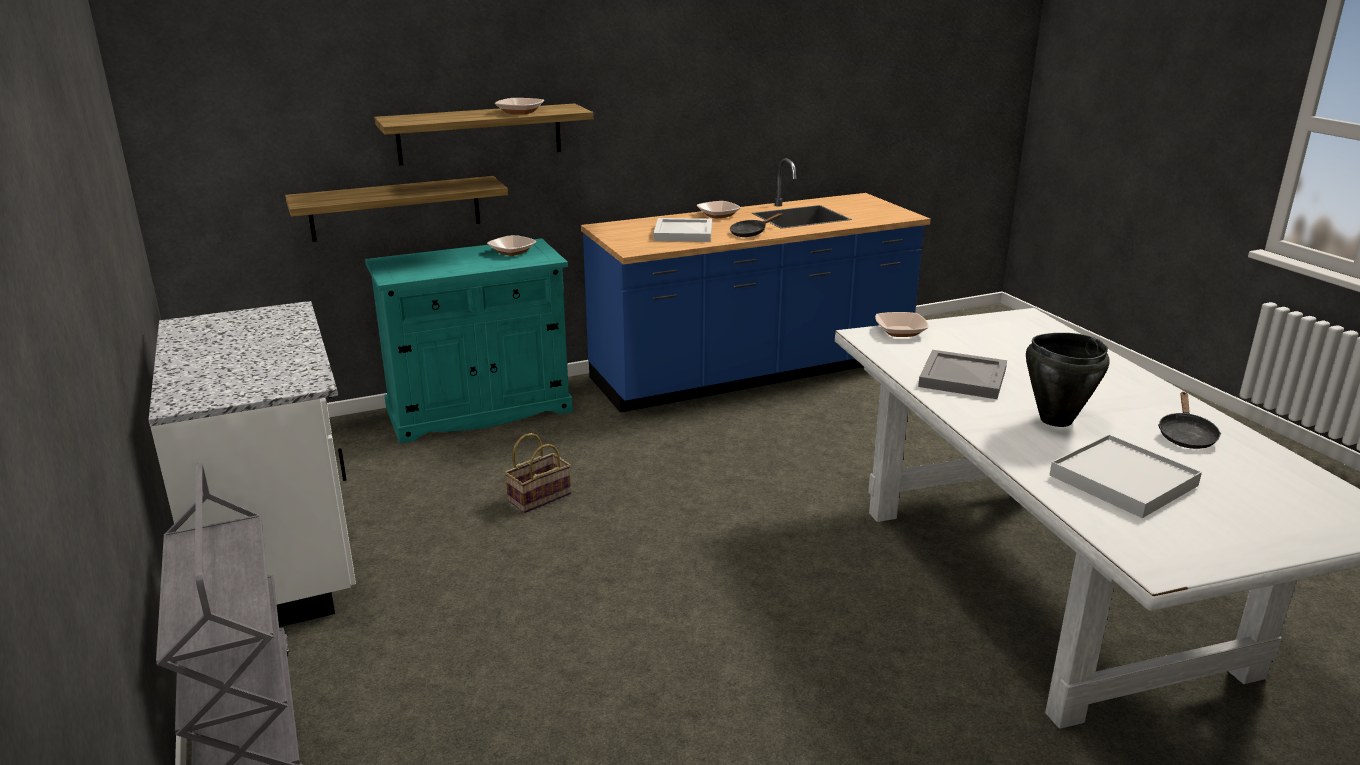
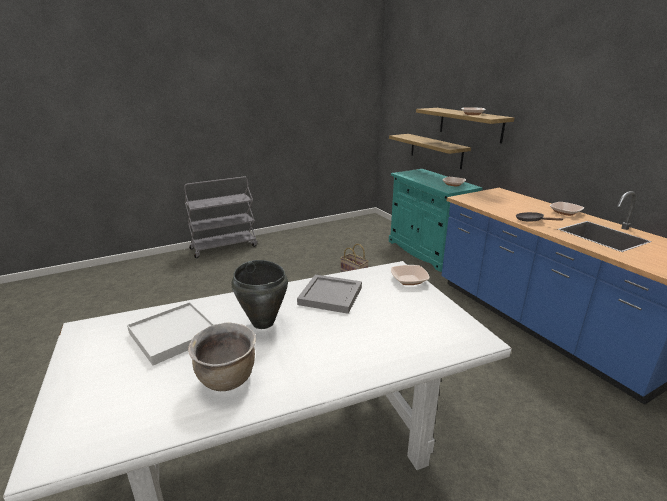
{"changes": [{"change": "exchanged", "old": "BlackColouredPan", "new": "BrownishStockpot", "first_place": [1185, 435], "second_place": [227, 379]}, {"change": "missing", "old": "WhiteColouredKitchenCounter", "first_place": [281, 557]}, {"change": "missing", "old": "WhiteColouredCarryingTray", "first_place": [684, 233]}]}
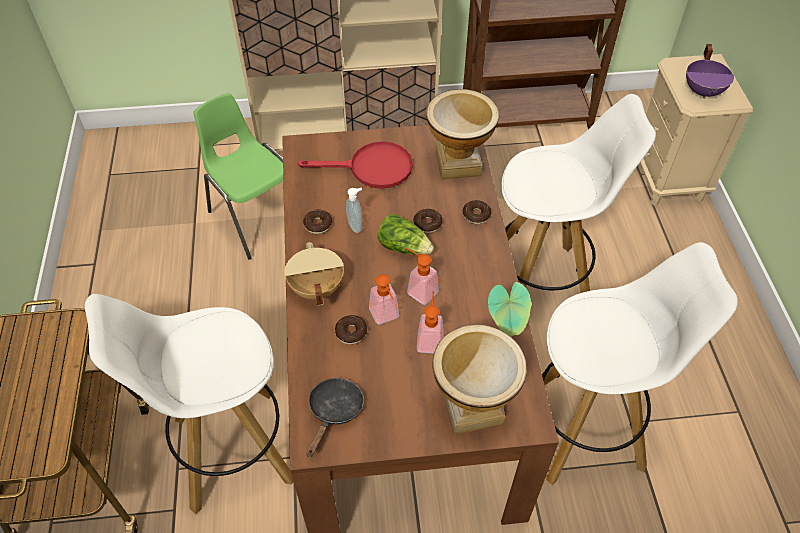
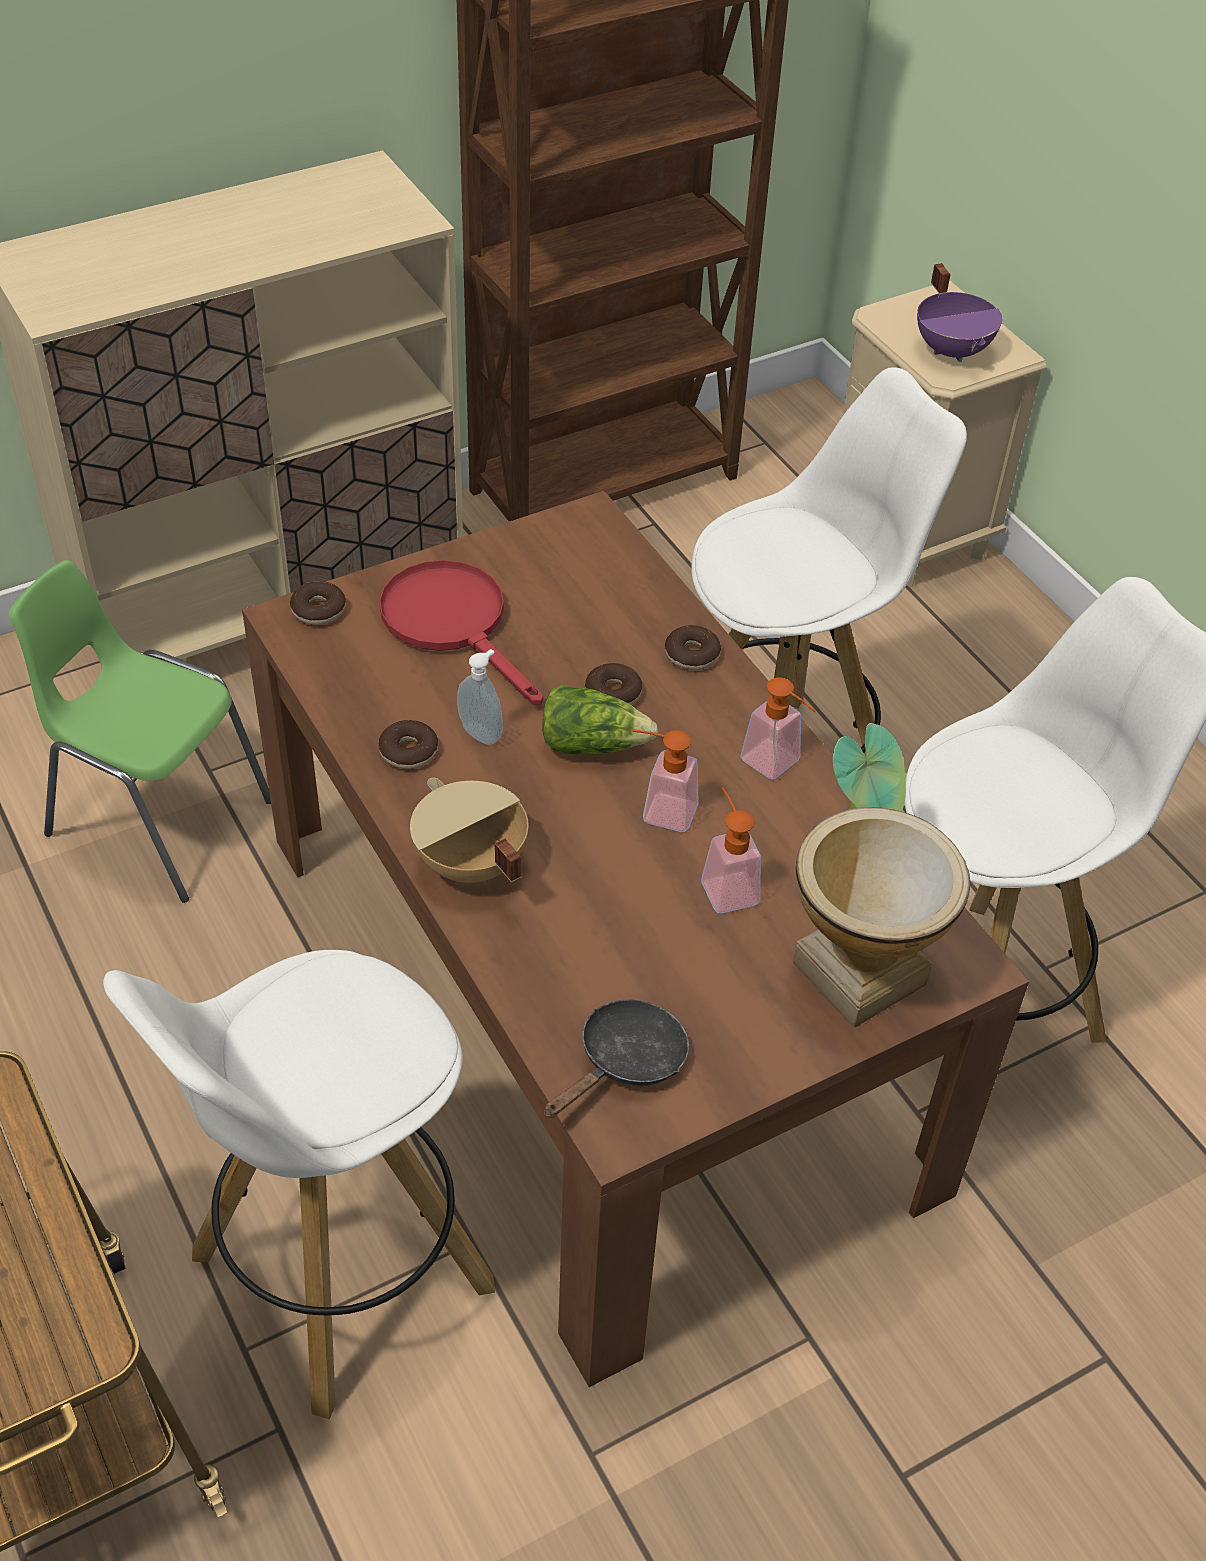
{"changes": [{"change": "relocated", "old": "RingDoughnut", "first_place": [351, 332], "second_place": [318, 610]}, {"change": "spun", "old": "RedColouredPan", "first_place": [371, 169], "second_place": [454, 624], "degrees": -105}, {"change": "spun", "old": "BlackColouredPan", "first_place": [334, 411], "second_place": [625, 1062], "degrees": 45}, {"change": "relocated", "old": "LiquidSoapBottle", "first_place": [386, 317], "second_place": [777, 765]}, {"change": "missing", "old": "Vase", "first_place": [458, 163]}]}
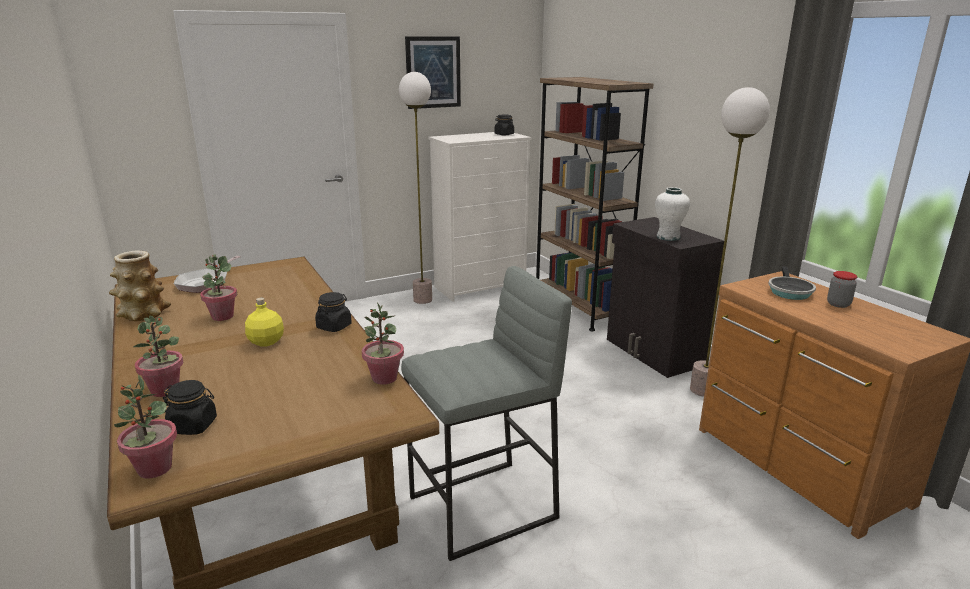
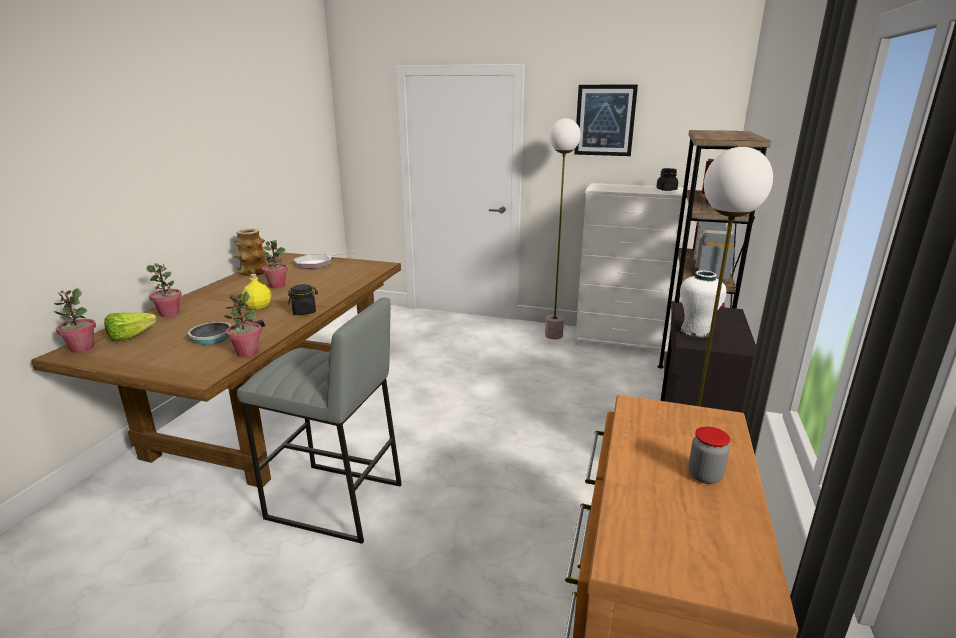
{"changes": [{"change": "exchanged", "old": "BlackColouredStorageJar", "new": "Lettuce", "first_place": [193, 426], "second_place": [135, 336]}, {"change": "relocated", "old": "Pan", "first_place": [789, 291], "second_place": [216, 337]}]}
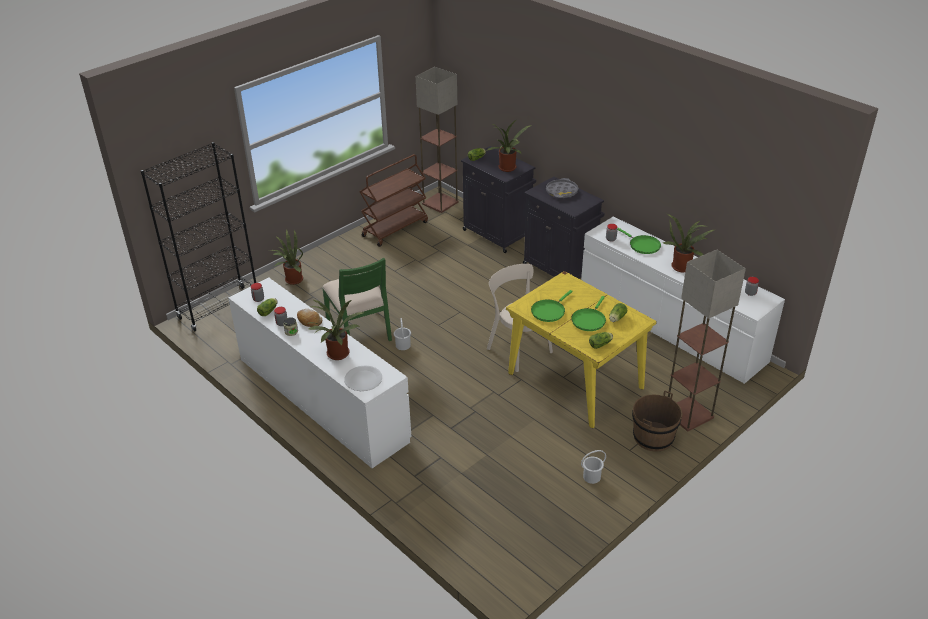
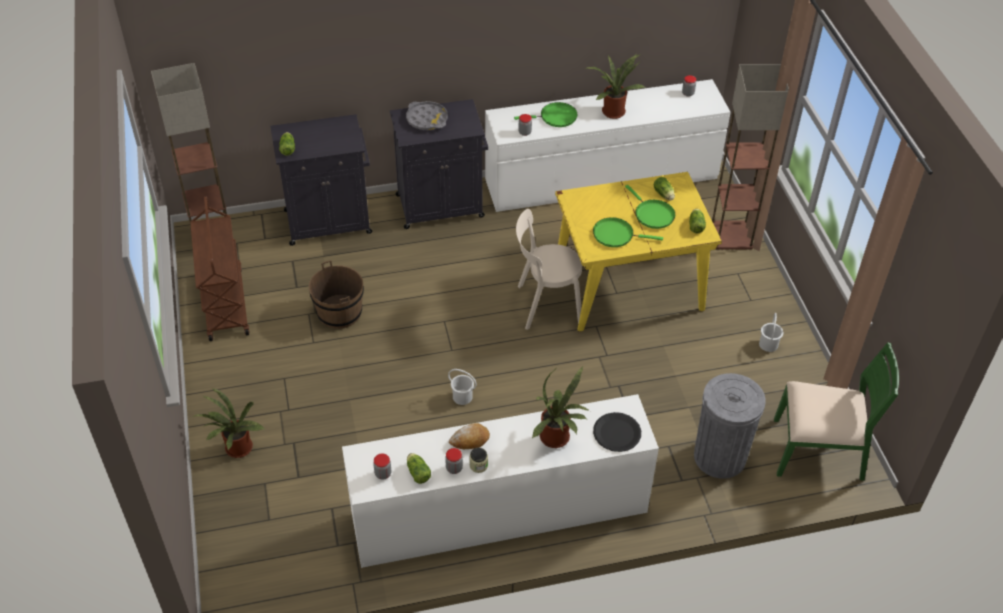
{"changes": [{"change": "relocated", "old": "BrownishPail", "first_place": [653, 437], "second_place": [339, 312]}, {"change": "spun", "old": "GreenPan", "first_place": [549, 311], "second_place": [616, 235], "degrees": 120}, {"change": "colour", "old": "WhiteColouredFlatDish", "new": "BlackColouredFlatDish", "first_place": [363, 379], "second_place": [616, 433]}, {"change": "appeared", "new": "GrayTrashCan", "second_place": [719, 456]}, {"change": "relocated", "old": "GreenUprightChair", "first_place": [360, 329], "second_place": [819, 450]}, {"change": "missing", "old": "BlackColouredBookshelf", "first_place": [219, 308]}, {"change": "missing", "old": "PottedPlant", "first_place": [508, 169]}]}
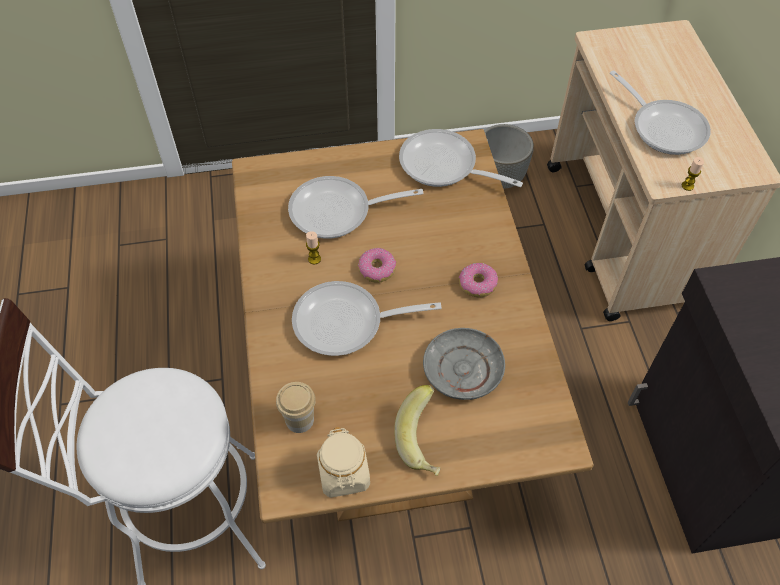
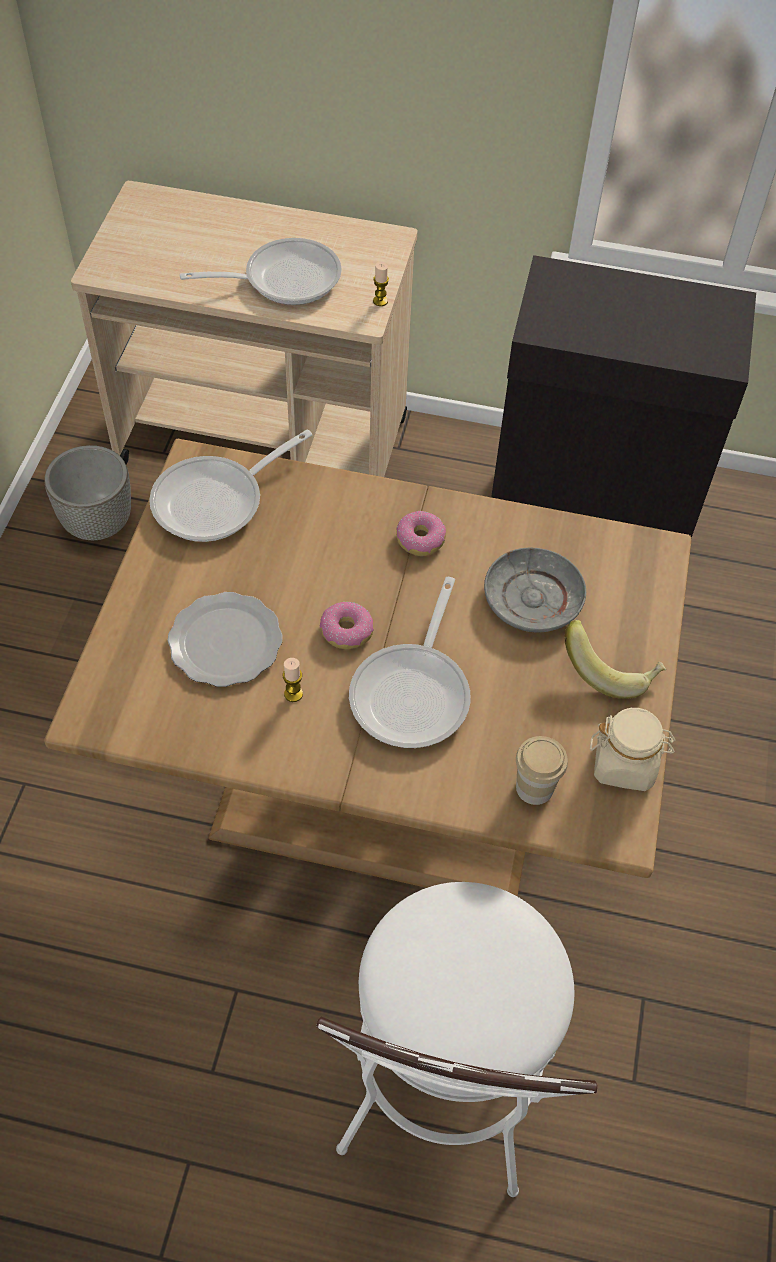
{"changes": [{"change": "exchanged", "old": "Pan", "new": "FlatDish", "first_place": [338, 212], "second_place": [227, 641]}]}
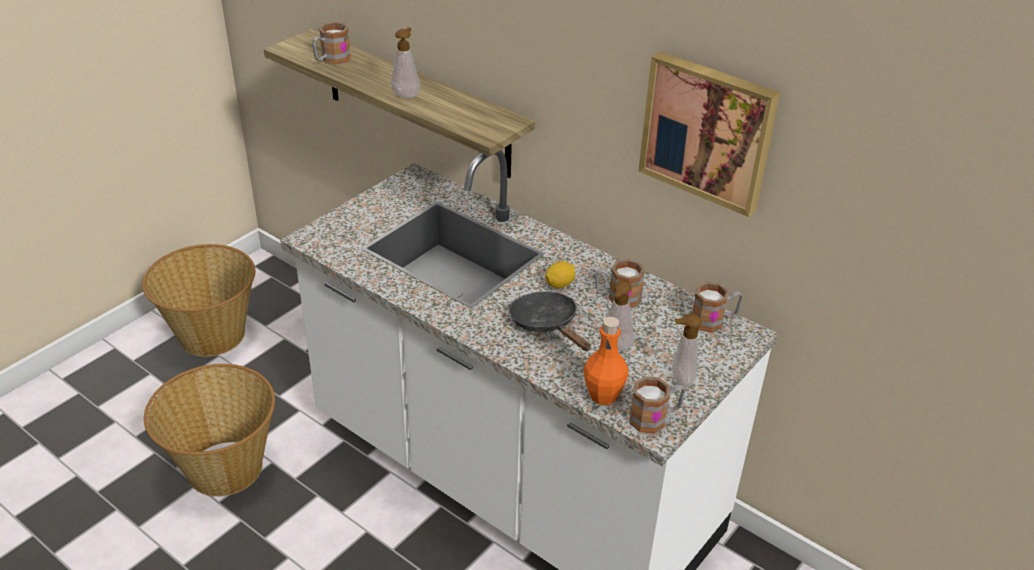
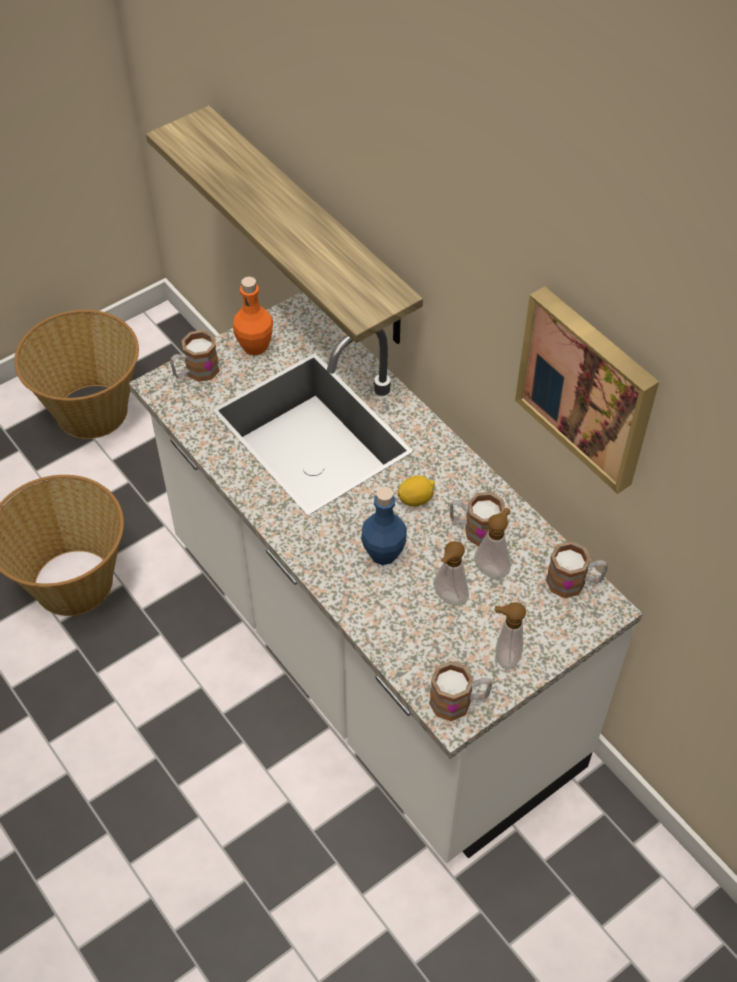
{"changes": [{"change": "relocated", "old": "TeaMug", "first_place": [331, 60], "second_place": [195, 372]}, {"change": "relocated", "old": "OrangeColouredBottle", "first_place": [603, 395], "second_place": [255, 346]}, {"change": "exchanged", "old": "BlackColouredPan", "new": "BlueBottle", "first_place": [547, 324], "second_place": [383, 553]}, {"change": "relocated", "old": "LiquidSoapBottle", "first_place": [406, 94], "second_place": [492, 568]}]}
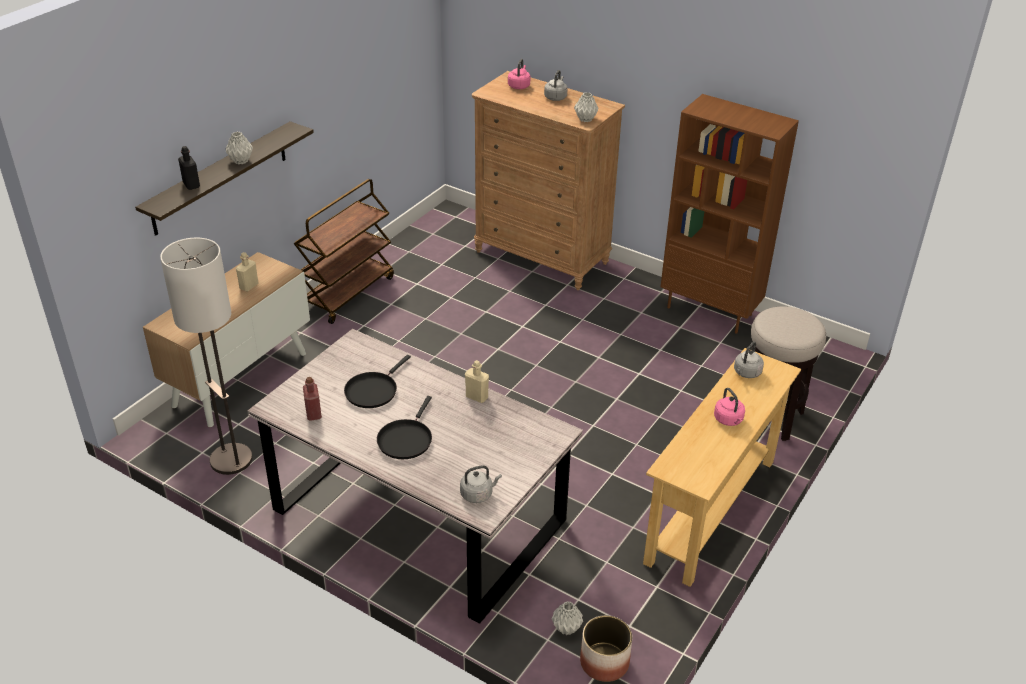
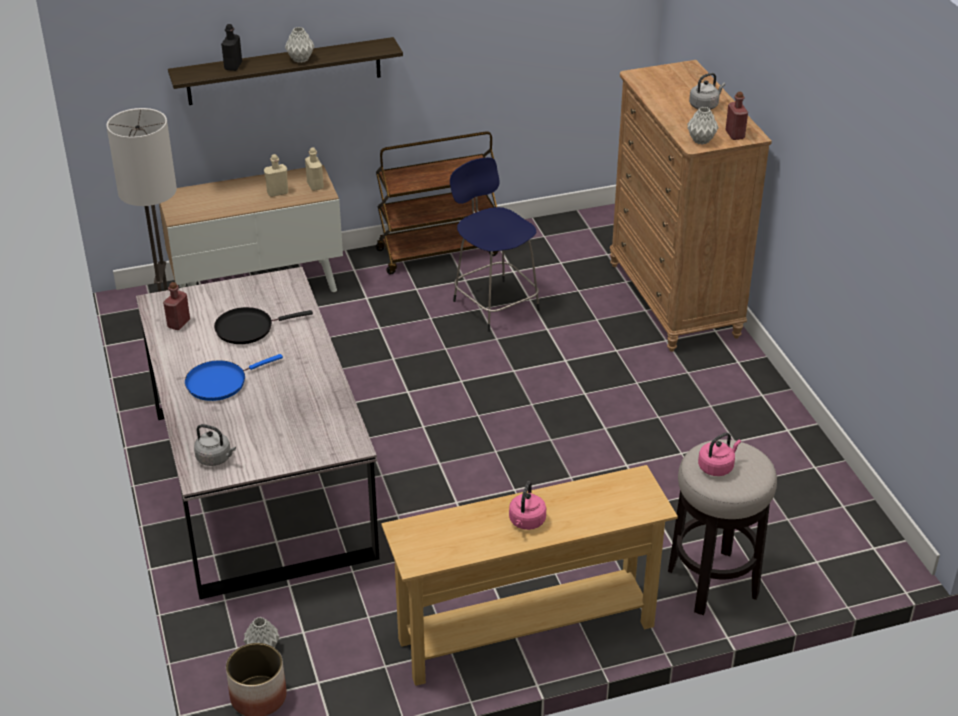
{"changes": [{"change": "colour", "old": "BlackColouredPan", "new": "BluePan", "first_place": [406, 439], "second_place": [220, 382]}, {"change": "relocated", "old": "SandColouredBottle", "first_place": [477, 397], "second_place": [315, 185]}, {"change": "appeared", "new": "BlueStool", "second_place": [494, 304]}, {"change": "relocated", "old": "PinkTeaKettle", "first_place": [519, 86], "second_place": [717, 467]}, {"change": "appeared", "new": "RedColouredBottle", "second_place": [735, 135]}, {"change": "missing", "old": "BrownishBookshelf", "first_place": [710, 311]}, {"change": "missing", "old": "GrayTeaKettle", "first_place": [746, 373]}]}
